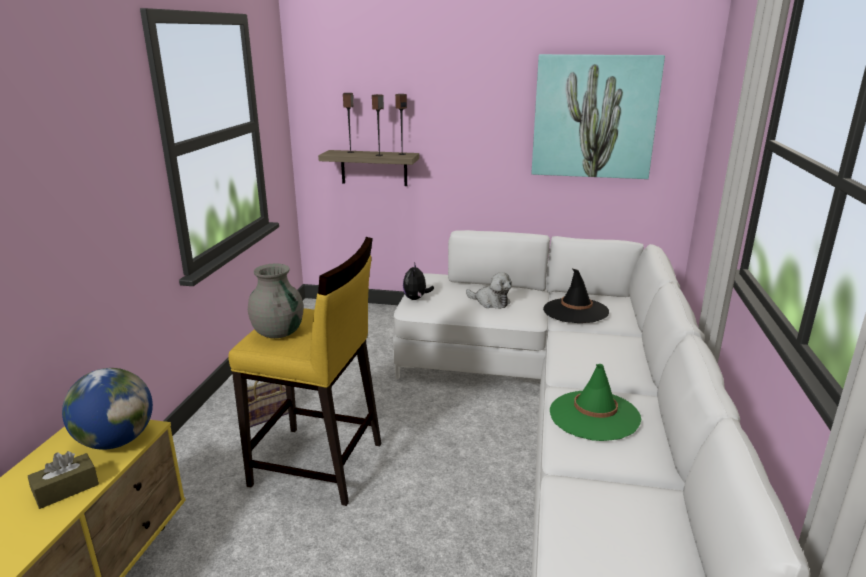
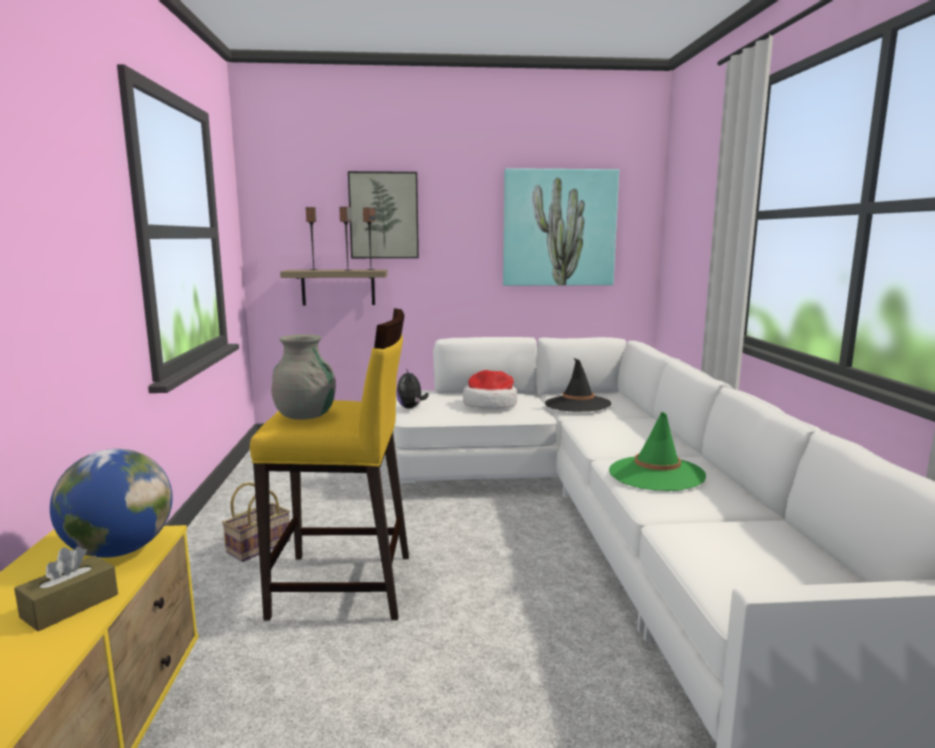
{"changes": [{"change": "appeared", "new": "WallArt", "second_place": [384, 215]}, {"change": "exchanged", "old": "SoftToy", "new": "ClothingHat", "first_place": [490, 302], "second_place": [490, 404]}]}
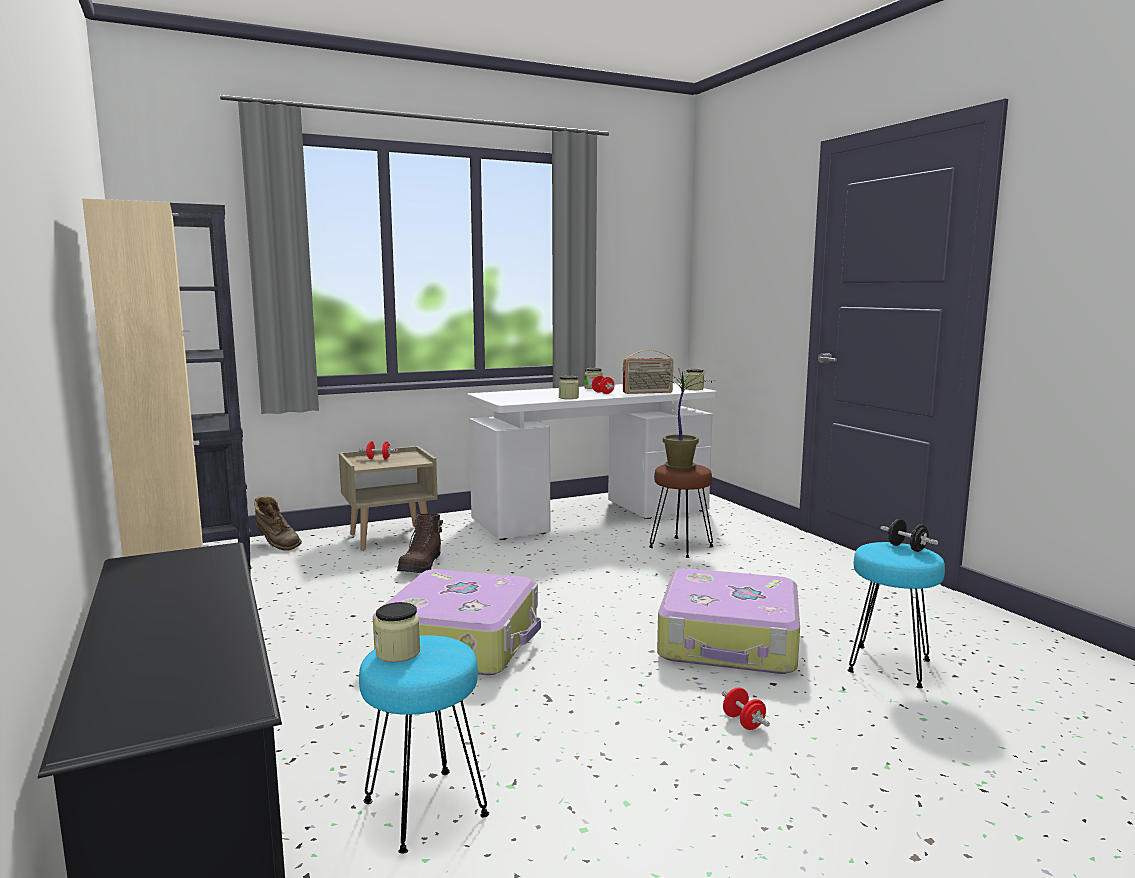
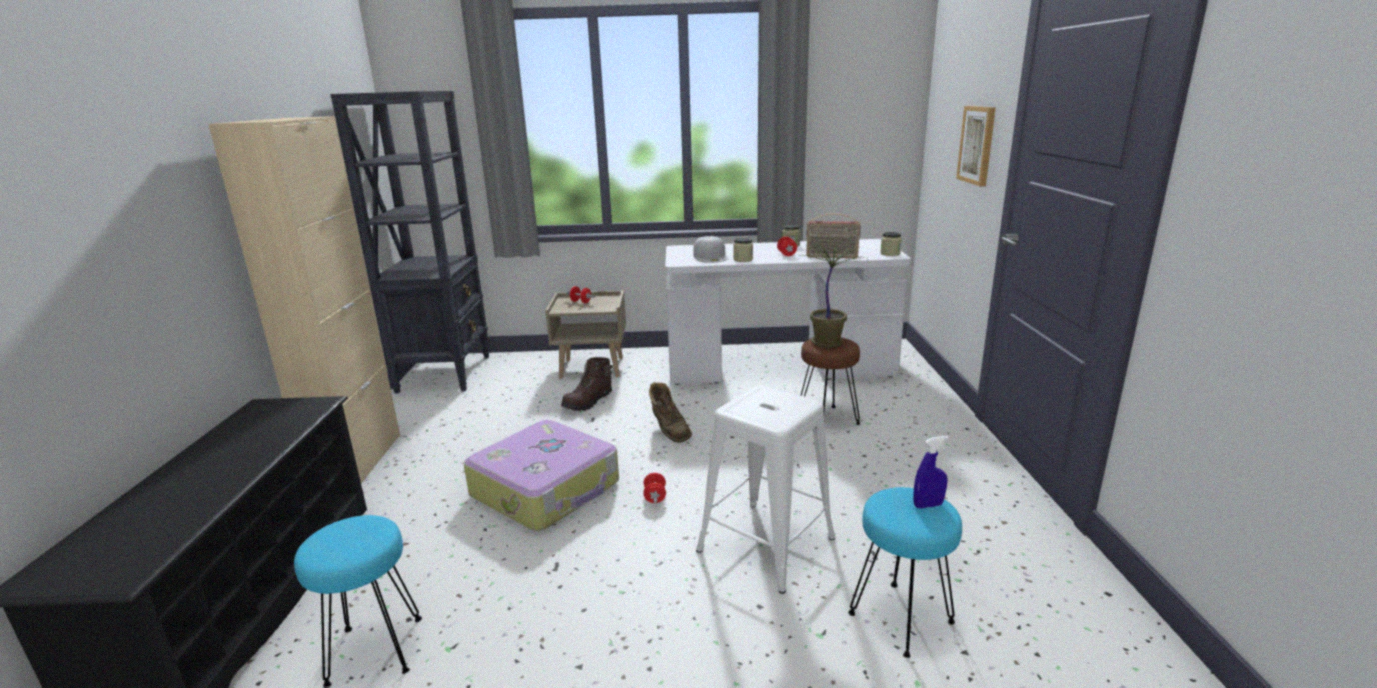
{"changes": [{"change": "relocated", "old": "RedColouredHandWeight", "first_place": [743, 722], "second_place": [655, 497]}, {"change": "relocated", "old": "BrownishBoot", "first_place": [276, 545], "second_place": [669, 431]}, {"change": "appeared", "new": "WhiteColouredBaseballCap", "second_place": [711, 256]}, {"change": "exchanged", "old": "TravelCase", "new": "WhiteColouredStool", "first_place": [730, 641], "second_place": [766, 544]}, {"change": "exchanged", "old": "BlackColouredHandWeight", "new": "BlueSprayer", "first_place": [907, 548], "second_place": [928, 505]}, {"change": "appeared", "new": "WallArt", "second_place": [977, 145]}, {"change": "missing", "old": "StorageJar", "first_place": [398, 653]}]}
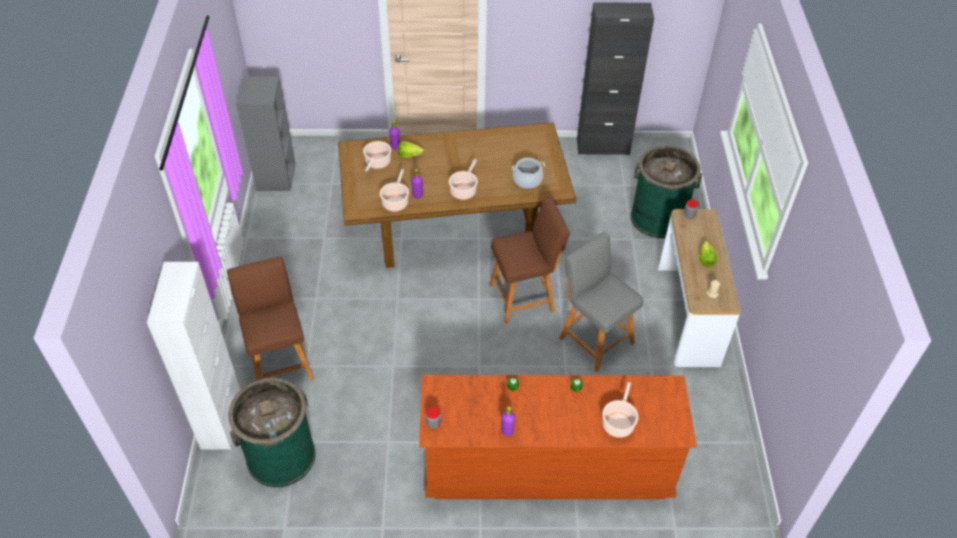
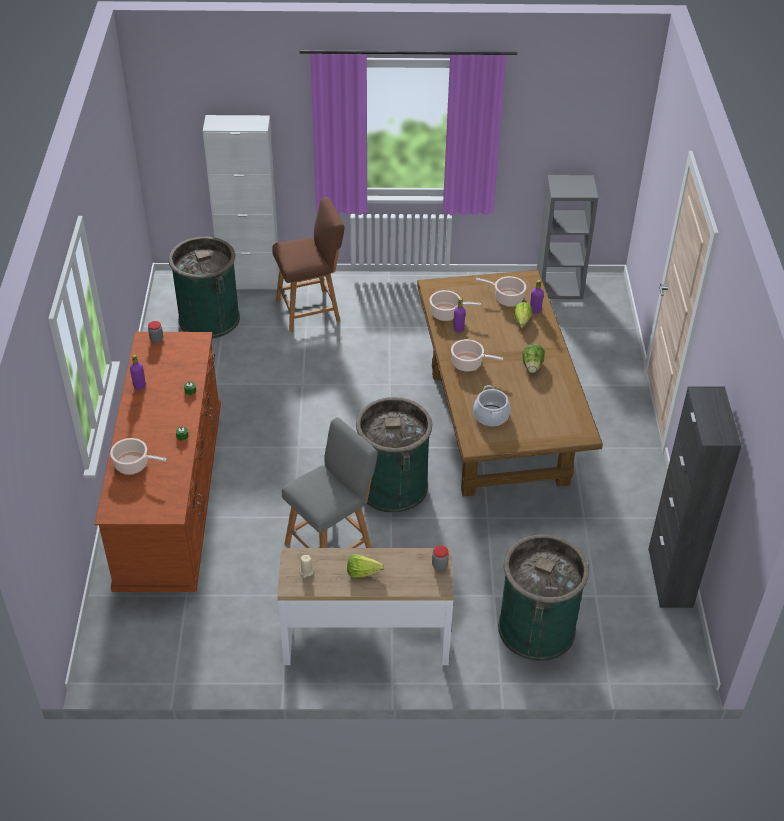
{"changes": [{"change": "exchanged", "old": "BrownishStool", "new": "GreenTrashCan", "first_place": [525, 297], "second_place": [393, 486]}, {"change": "appeared", "new": "Lettuce", "second_place": [532, 366]}]}
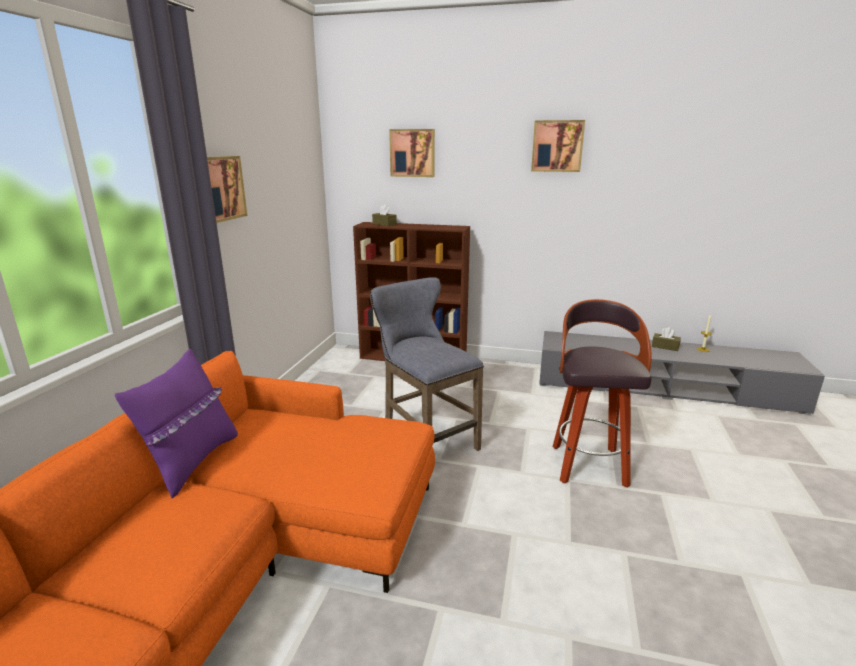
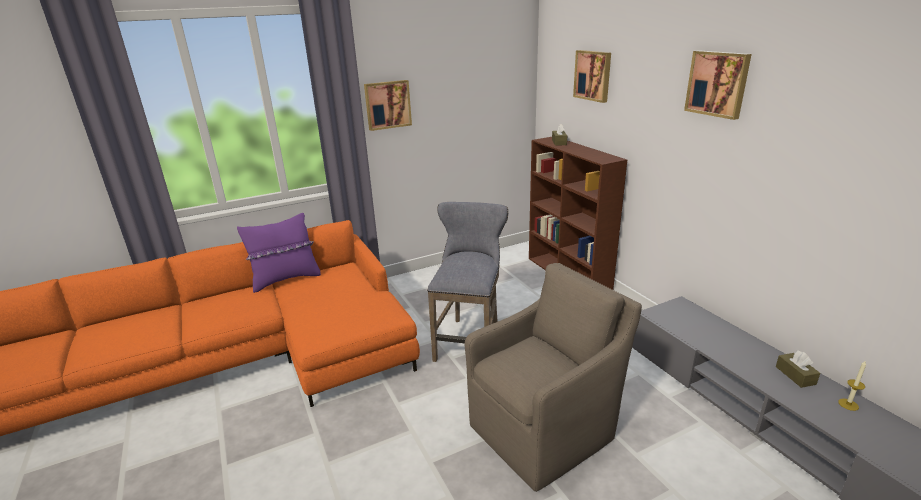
{"changes": [{"change": "exchanged", "old": "Stool", "new": "BrownishArmchair", "first_place": [588, 464], "second_place": [545, 430]}]}
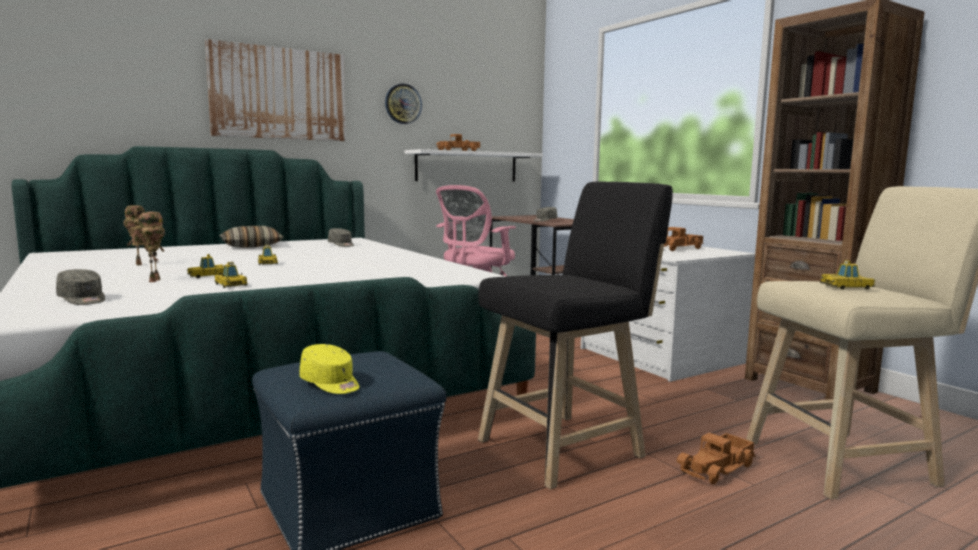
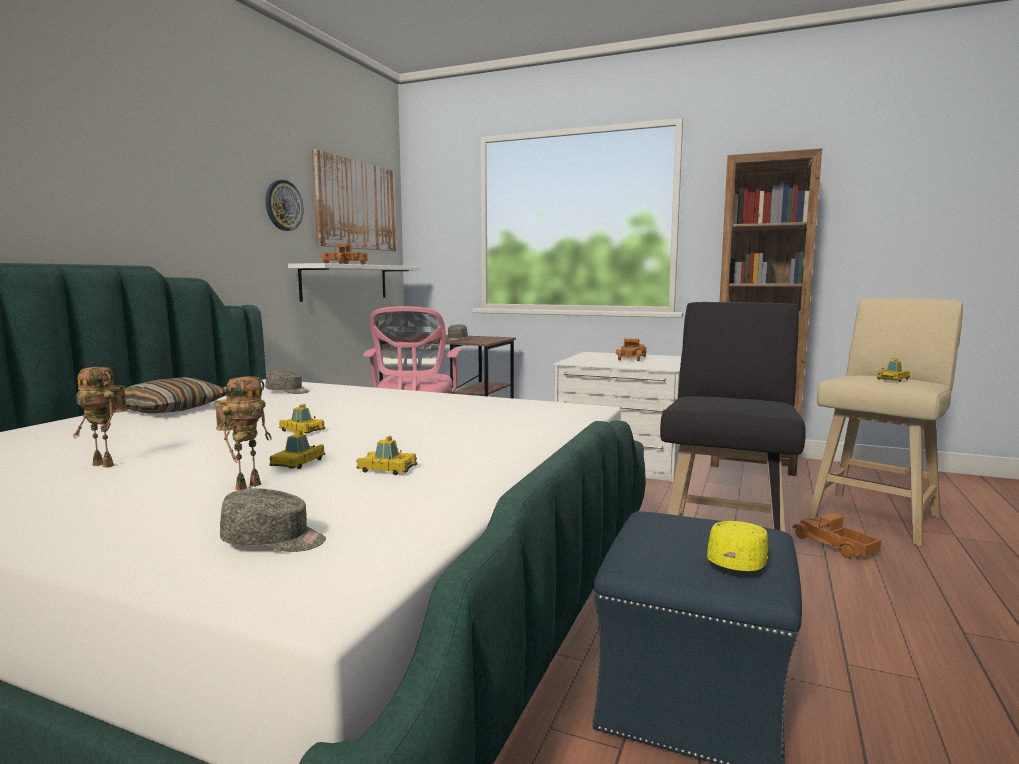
{"changes": [{"change": "spun", "old": "RobotFigure", "first_place": [153, 280], "second_place": [248, 486], "degrees": 75}, {"change": "relocated", "old": "WallArt", "first_place": [279, 93], "second_place": [356, 205]}, {"change": "spun", "old": "YellowBaseballCap", "first_place": [331, 383], "second_place": [739, 560], "degrees": -60}, {"change": "spun", "old": "ToyLorry", "first_place": [718, 468], "second_place": [833, 545], "degrees": 135}]}
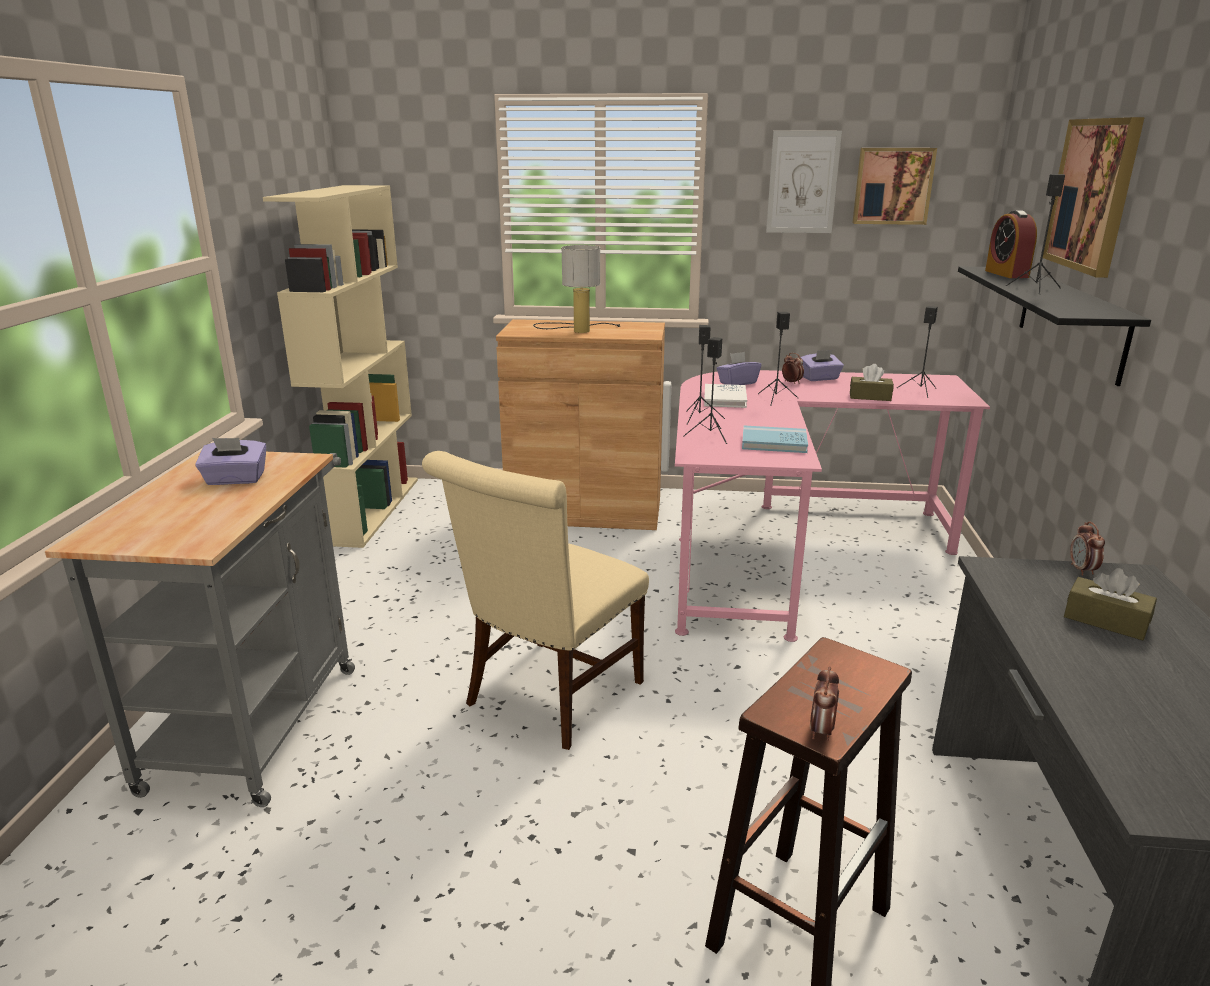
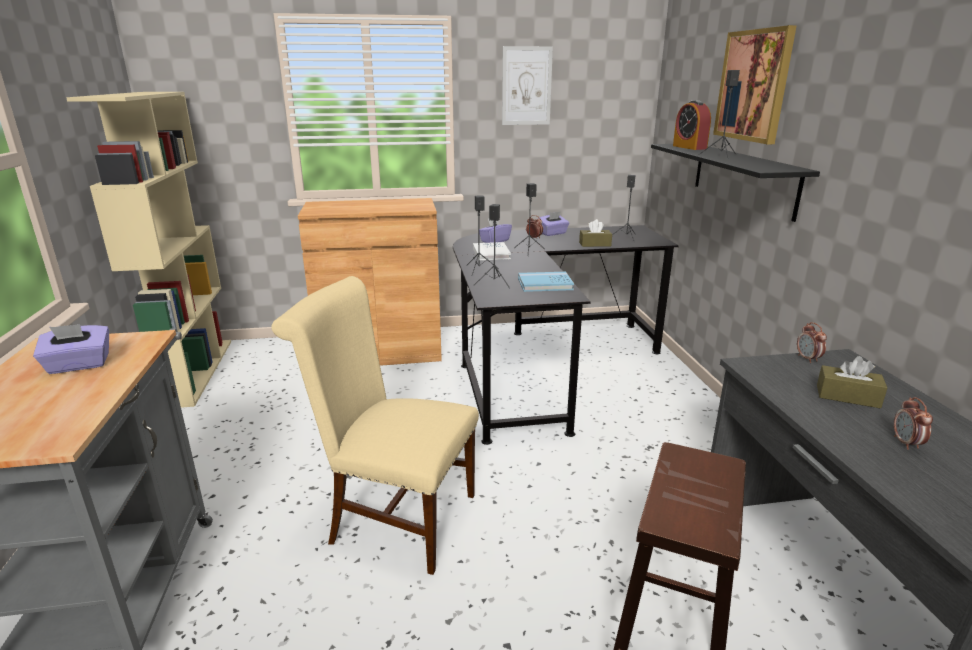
{"changes": [{"change": "spun", "old": "SandColouredUprightChair", "first_place": [548, 697], "second_place": [395, 517], "degrees": 90}, {"change": "colour", "old": "PinkDeskTable", "new": "BlackColouredDeskTable", "first_place": [785, 549], "second_place": [542, 364]}, {"change": "relocated", "old": "AlarmClock", "first_place": [821, 731], "second_place": [906, 443]}, {"change": "missing", "old": "LampForATable", "first_place": [577, 329]}, {"change": "missing", "old": "WallArt", "first_place": [892, 186]}]}
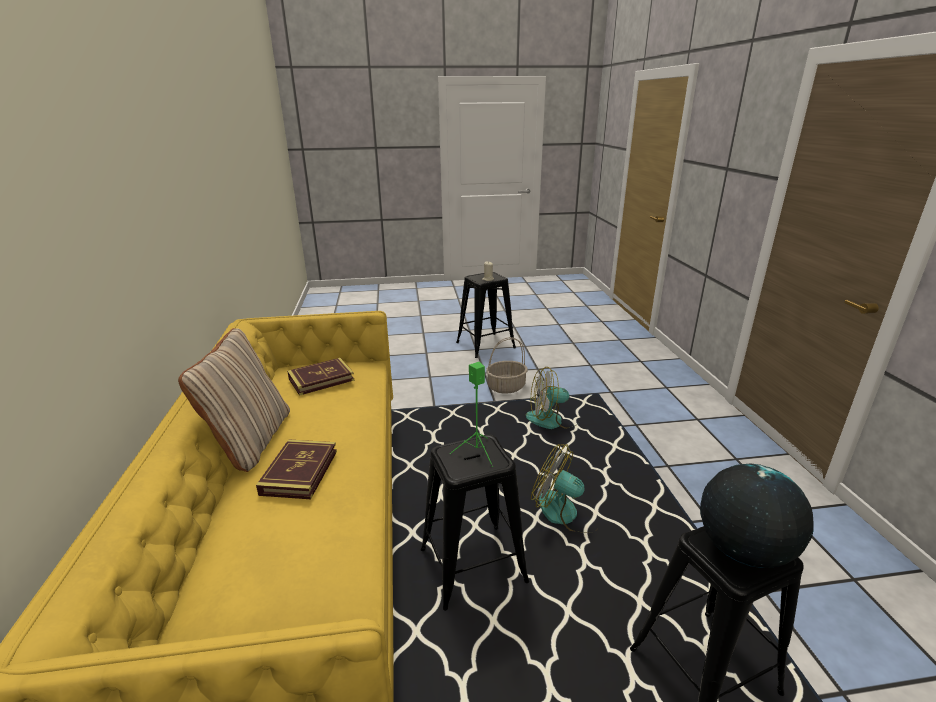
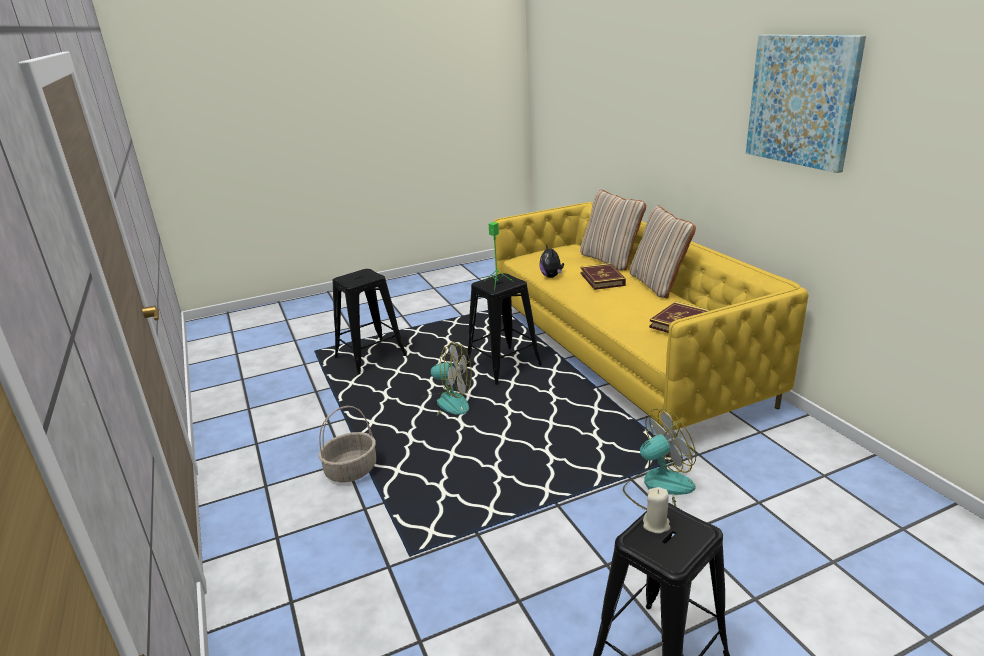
{"changes": [{"change": "relocated", "old": "StorageBasket", "first_place": [506, 386], "second_place": [351, 471]}, {"change": "appeared", "new": "SoftToy", "second_place": [551, 276]}, {"change": "appeared", "new": "SandColouredThrowPillow", "second_place": [610, 260]}, {"change": "relocated", "old": "CoolingFan", "first_place": [552, 420], "second_place": [658, 487]}, {"change": "appeared", "new": "WallArt", "second_place": [802, 100]}, {"change": "missing", "old": "Globe", "first_place": [742, 550]}]}
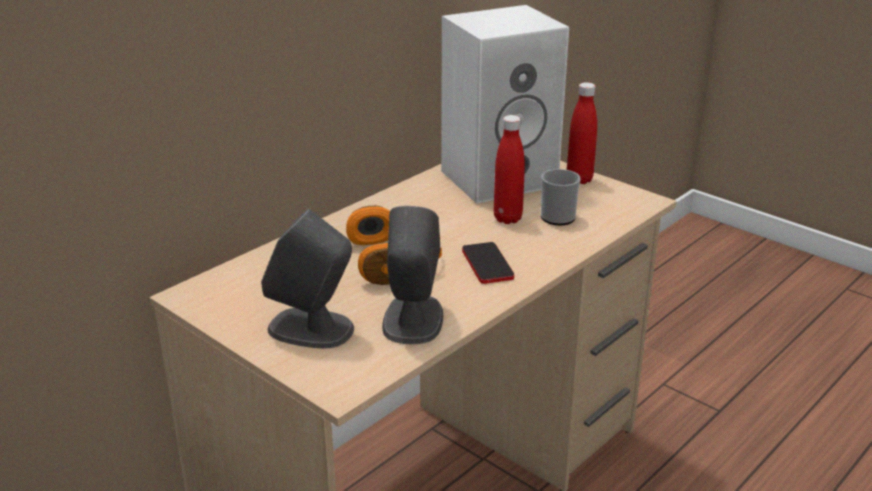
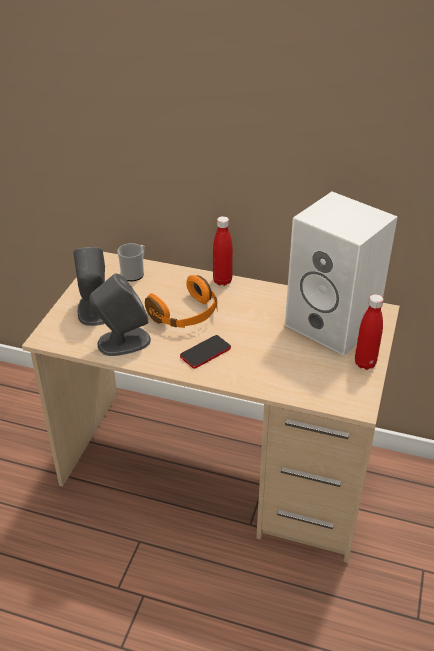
{"changes": [{"change": "relocated", "old": "TeaMug", "first_place": [555, 215], "second_place": [134, 273]}, {"change": "relocated", "old": "RedColouredBottle", "first_place": [507, 218], "second_place": [222, 281]}]}
